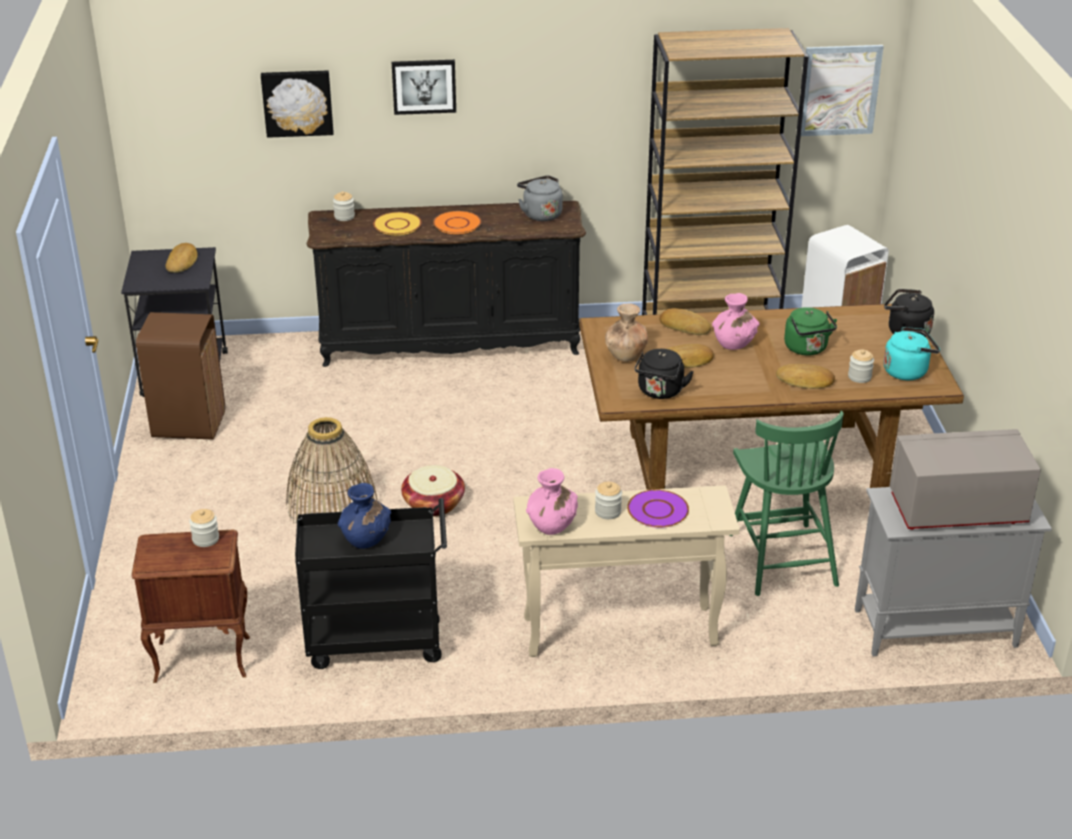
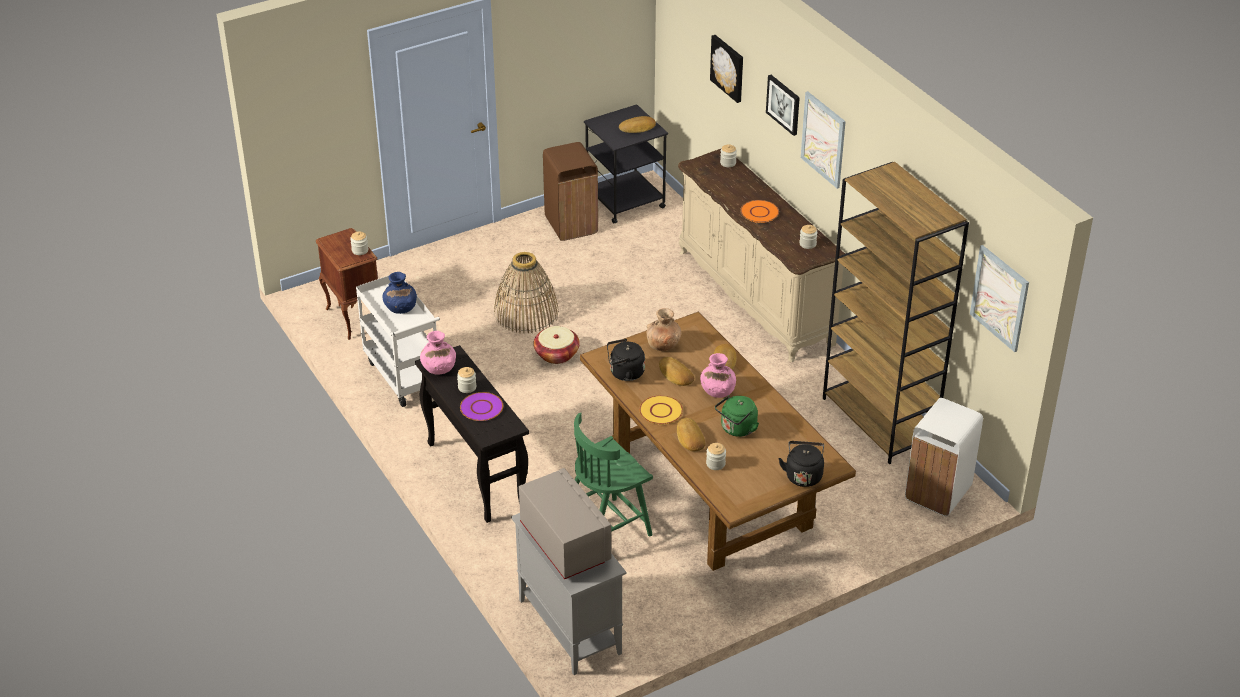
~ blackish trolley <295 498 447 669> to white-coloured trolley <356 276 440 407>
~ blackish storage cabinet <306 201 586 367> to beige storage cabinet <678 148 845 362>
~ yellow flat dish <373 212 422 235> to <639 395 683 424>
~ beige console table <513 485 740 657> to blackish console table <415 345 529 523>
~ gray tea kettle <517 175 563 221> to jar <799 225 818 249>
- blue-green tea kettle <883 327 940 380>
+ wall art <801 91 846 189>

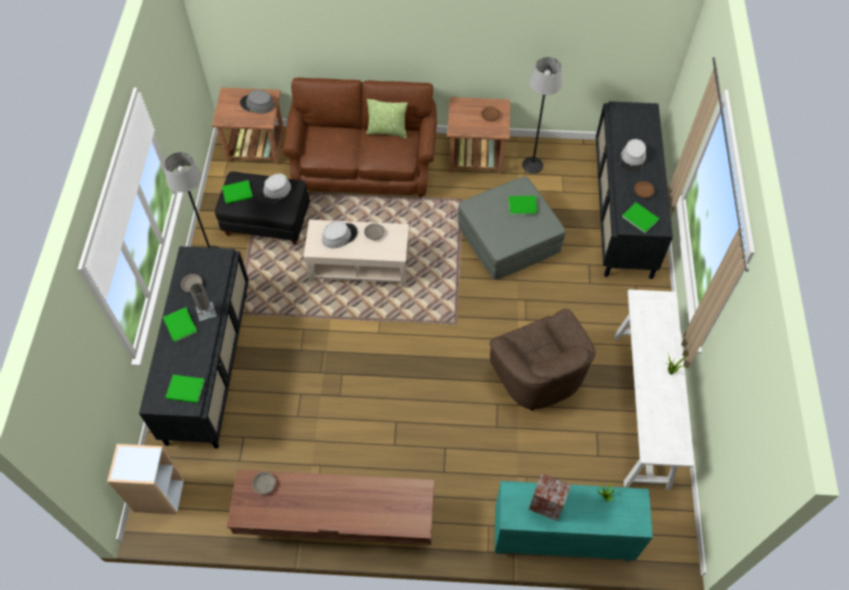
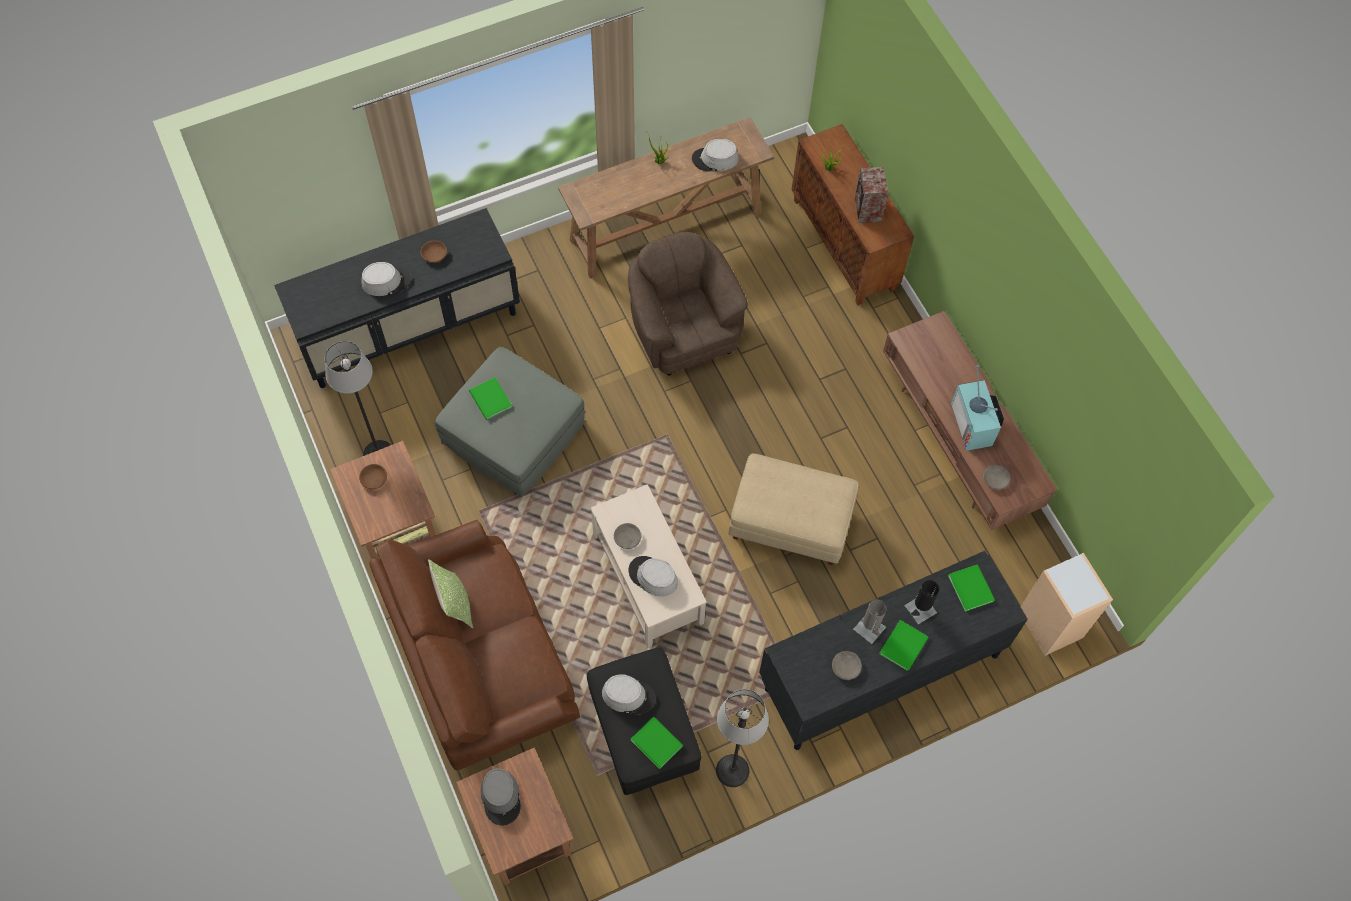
~ brown-coloured easy chair <490 309 595 410> = <628 232 748 376> 60 degrees counterclockwise
~ blue-green storage cabinet <495 481 653 561> to brown-coloured storage cabinet <792 124 914 305>
~ white-coloured console table <615 289 694 490> to brown-coloured console table <558 117 774 279>
- green-coloured volume <622 202 660 233>
+ gray hat <692 139 739 172>
+ beige pouffe <728 454 859 565>
+ blackish table lamp <905 580 939 624>
+ TV set <951 365 1004 451>

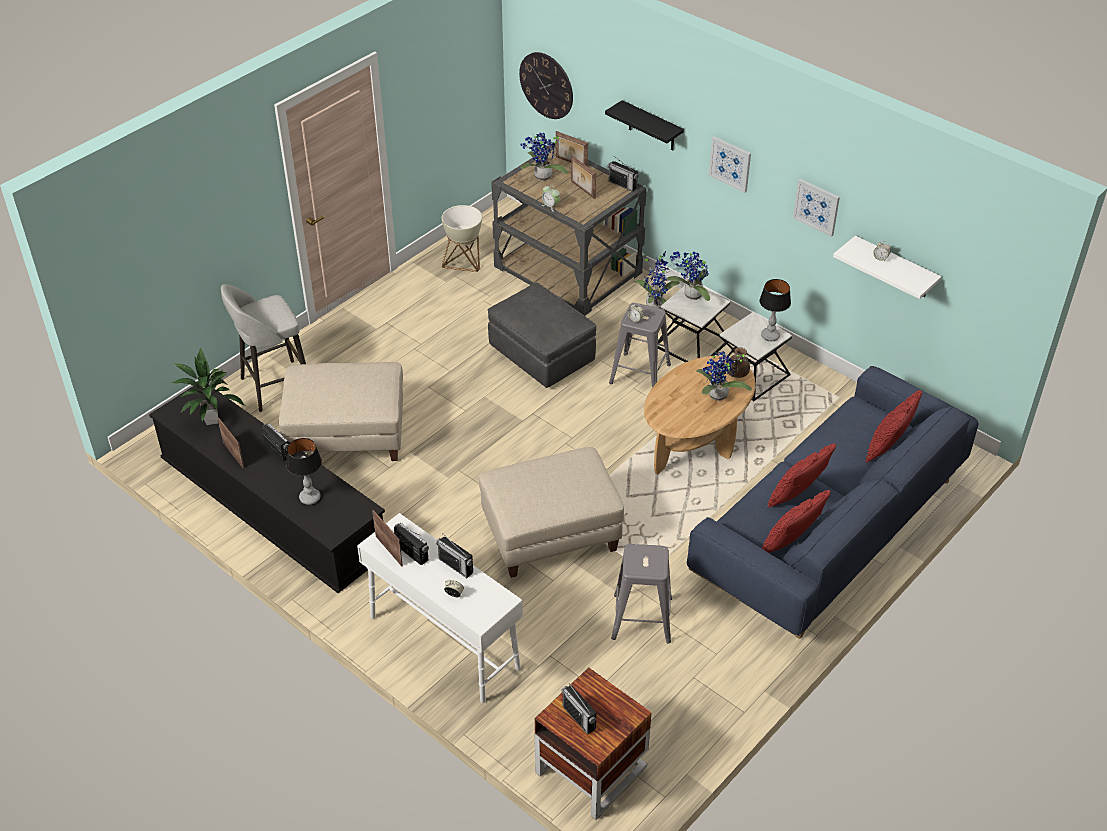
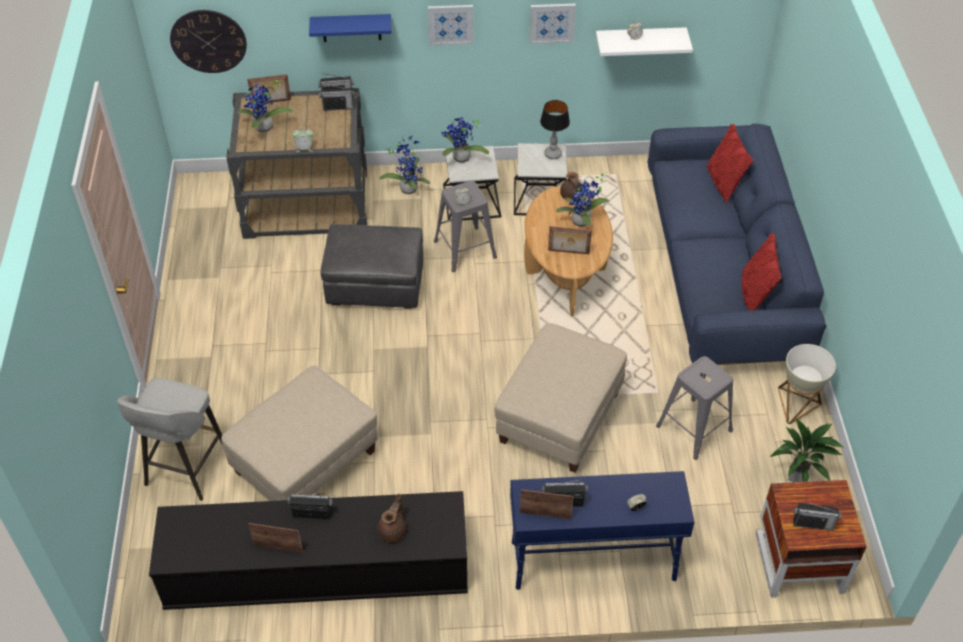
~ potted plant <172 347 245 425> to <770 418 844 482>
~ table lamp <286 438 322 505> to brown-coloured teapot <378 494 406 542>
~ white-coloured console table <357 513 523 703> to blue-coloured console table <510 471 694 590>
~ radio set <436 533 473 578> to <319 84 355 111>
~ flower pot <442 205 482 272> to <778 344 836 424>
~ standing frame <571 155 596 199> to <548 226 592 254>
~ blackish wall shelf <605 100 684 150> to blue-coloured wall shelf <309 14 392 42>
- red-coloured cushion <767 443 836 507>

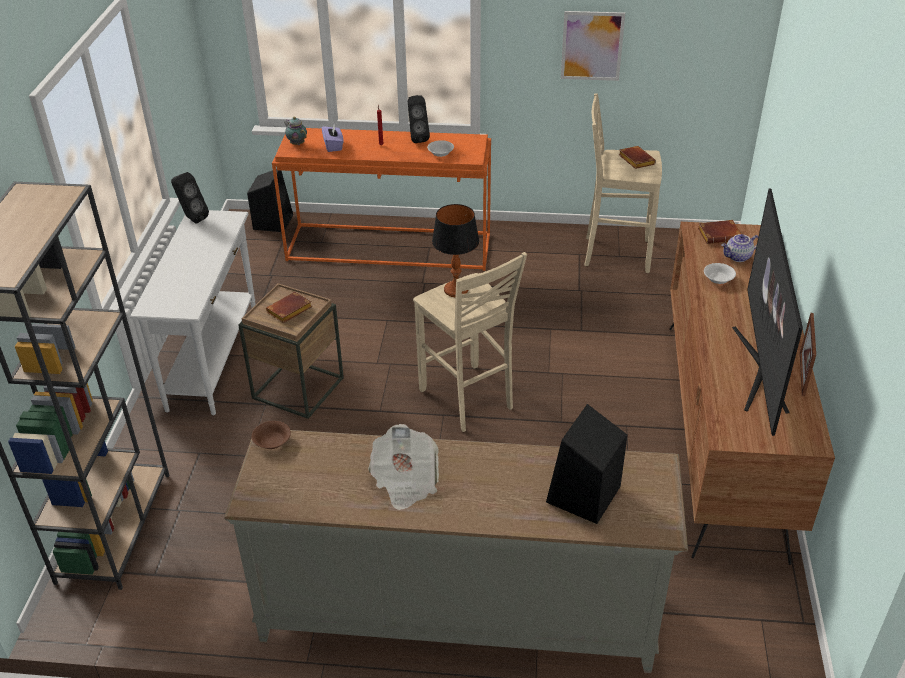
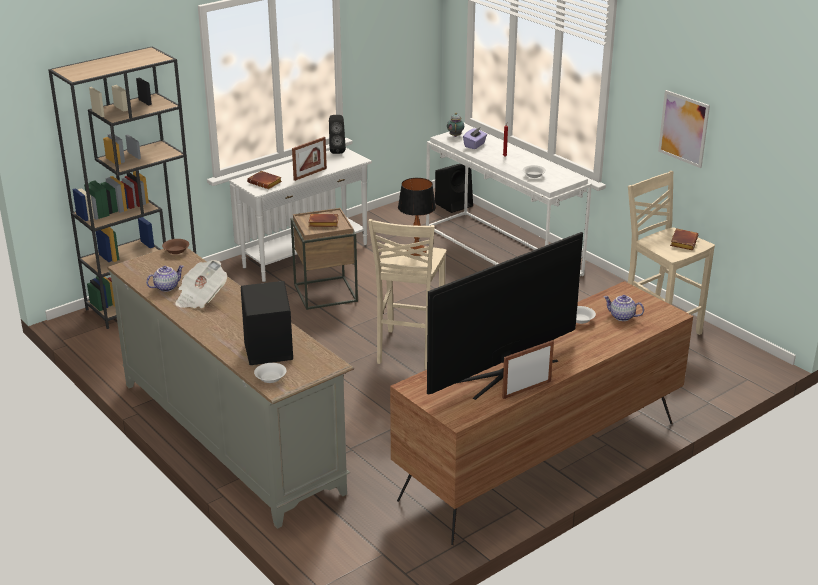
~ orange console table <272 128 491 271> to white-coloured console table <426 126 592 276>
- blackish loudspeaker <408 95 430 143>
~ brown-coloured volume <698 220 741 244> to <247 171 282 189>
+ teapot <146 265 184 292>
+ white-coloured bowl <254 363 287 383>
+ standing frame <292 137 327 181>

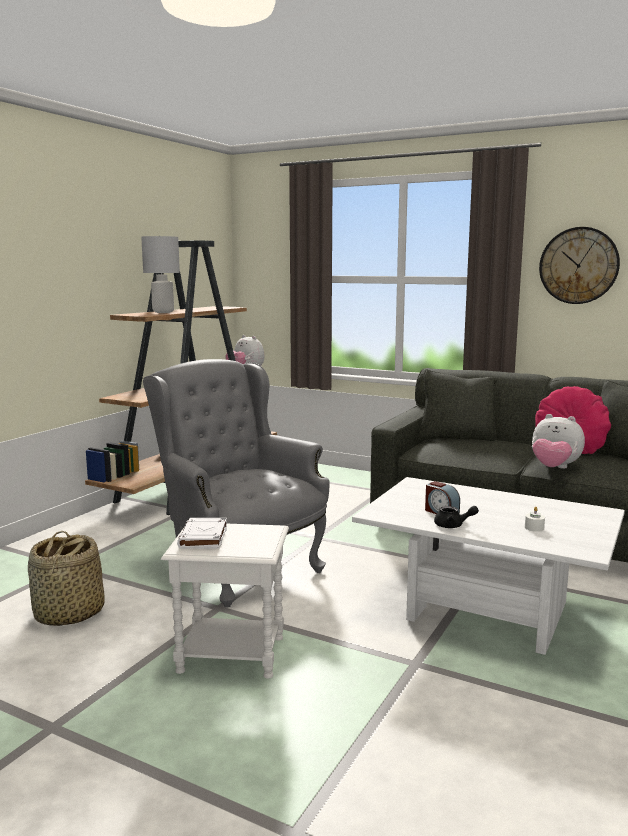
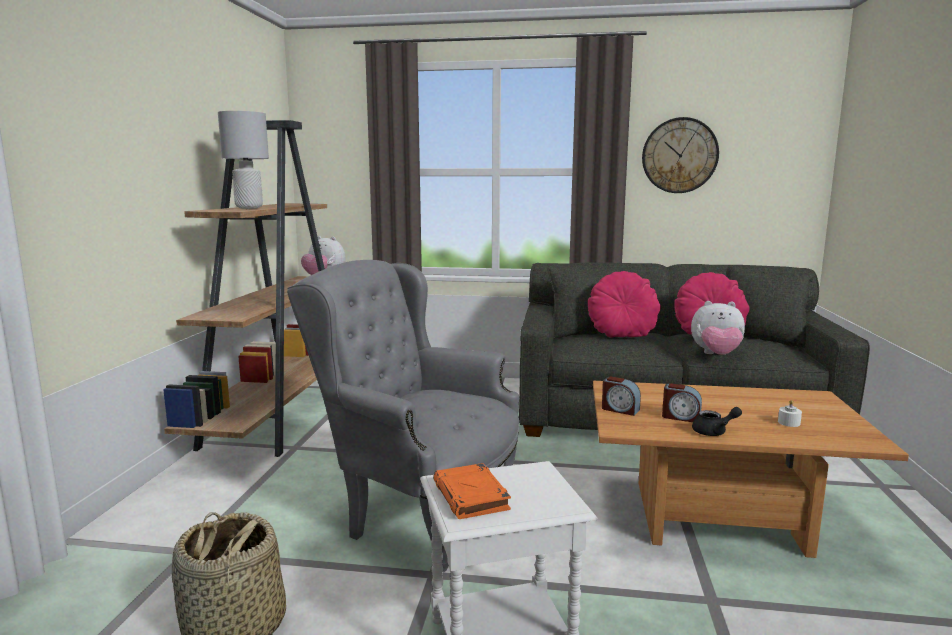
~ white-coloured volume <177 518 227 548> to orange volume <433 463 511 519>
~ white-coloured coffee table <352 477 625 655> to brown-coloured coffee table <593 381 909 558>
+ pink cushion <588 271 661 337>
+ bedside clock <602 376 641 416>

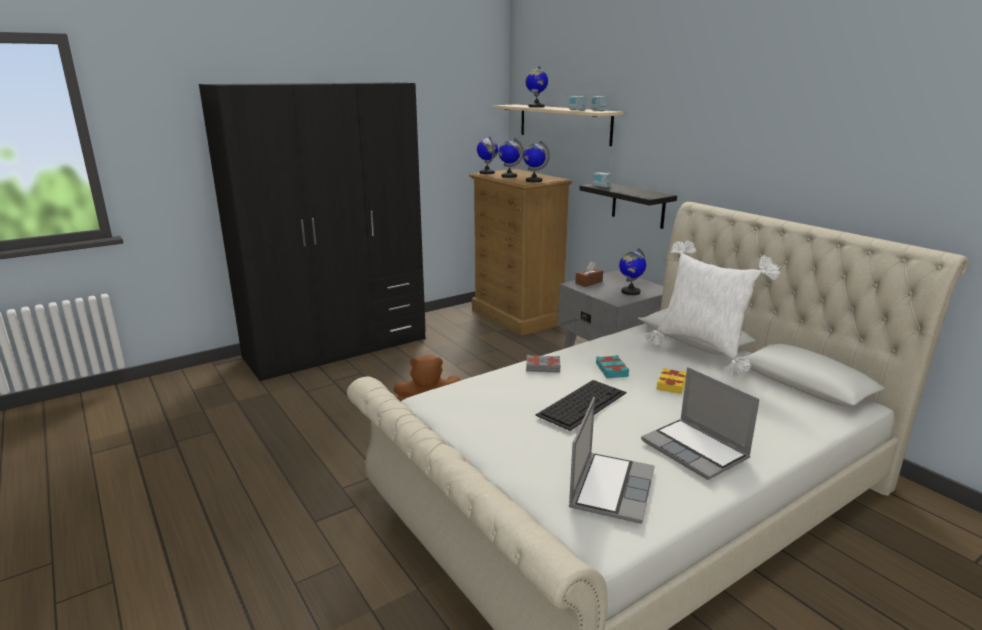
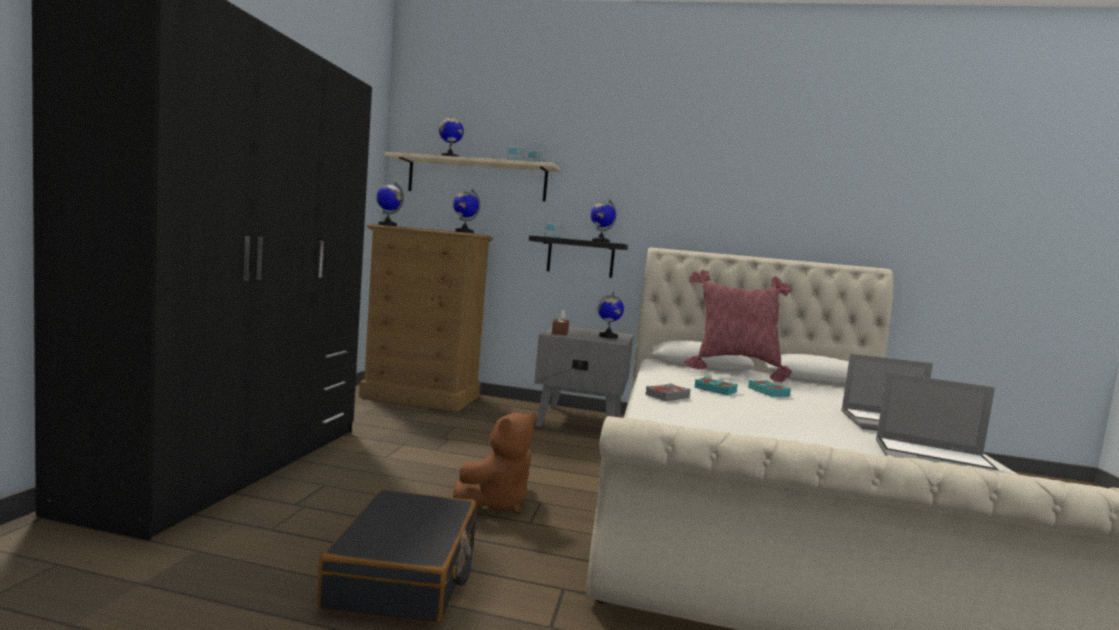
~ globe <498 138 524 178> to <591 199 616 243>
- keyboard <535 380 627 431>
~ portable computer <569 397 655 524> = <876 372 1001 472> 135 degrees clockwise
~ white-coloured cushion <644 240 780 377> to red-coloured cushion <684 270 792 382>
~ yellow volume <657 368 687 394> to blue-green volume <748 380 791 397>
+ blackish piece of luggage <318 490 477 624>

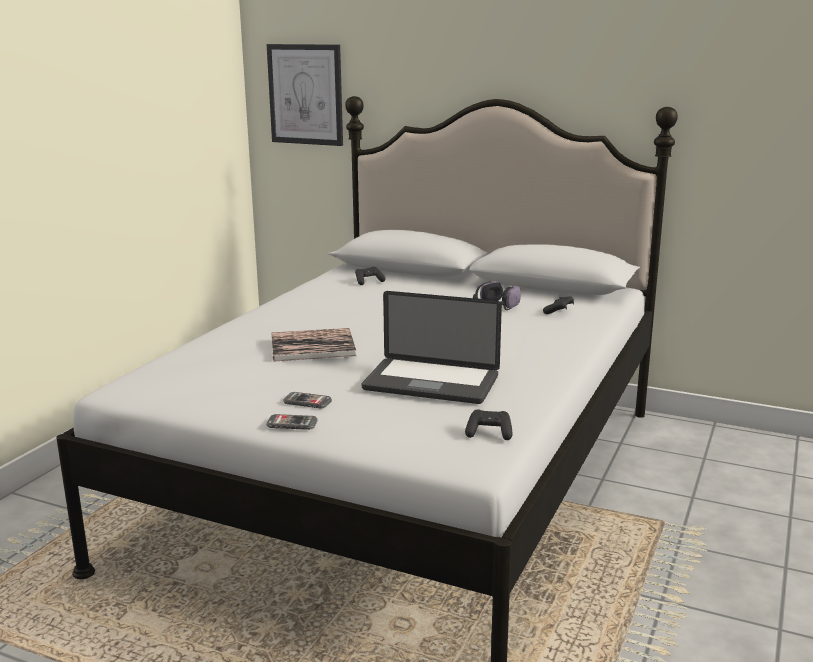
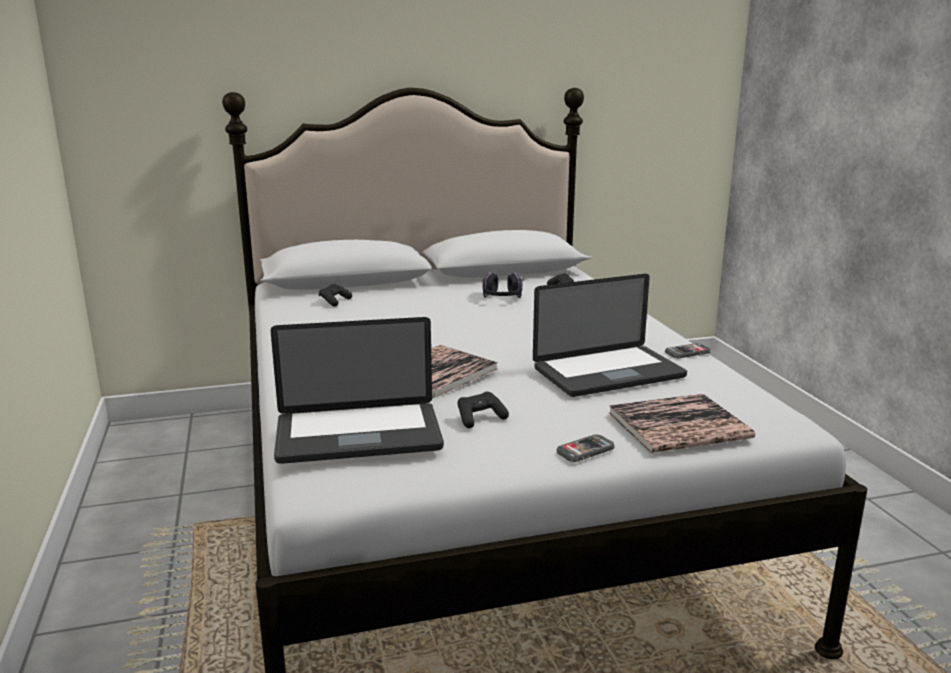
- wall art <267 44 343 146>
~ telephone <283 392 332 408> to <665 343 711 358>
~ blackish joypad <465 409 513 440> to <458 392 509 428>
+ portable computer <271 317 444 464>
+ volume <608 394 755 453>

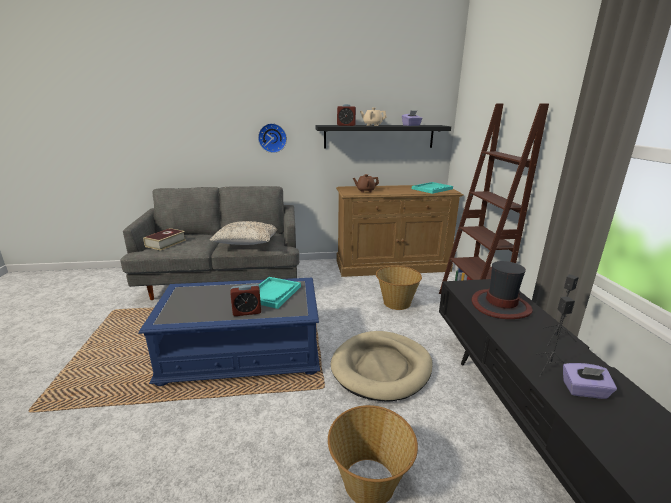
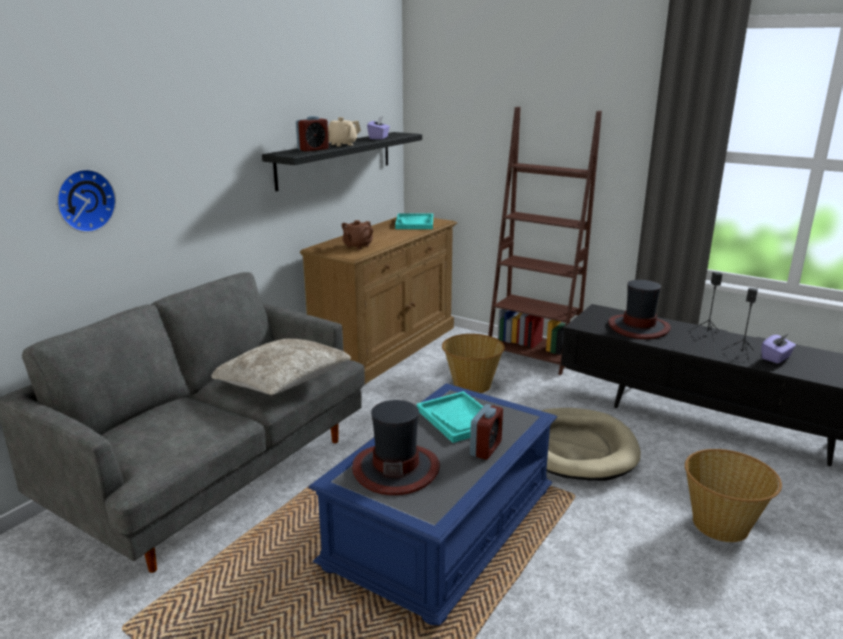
- volume <143 228 186 251>
~ wall clock <258 123 287 153> to <57 169 116 233>
+ hat <352 400 440 495>

